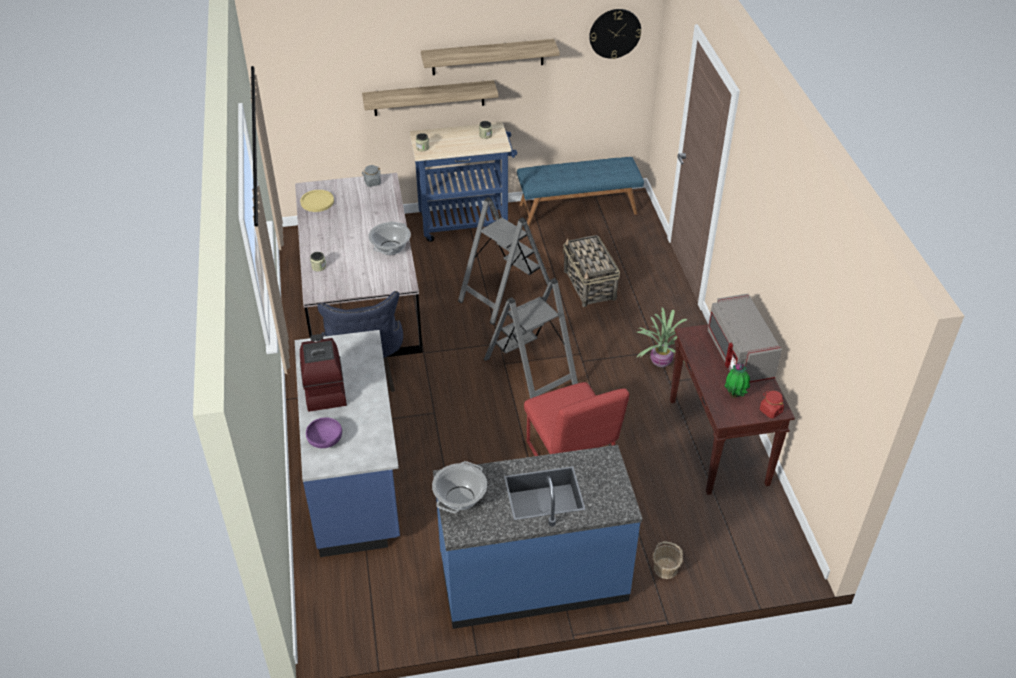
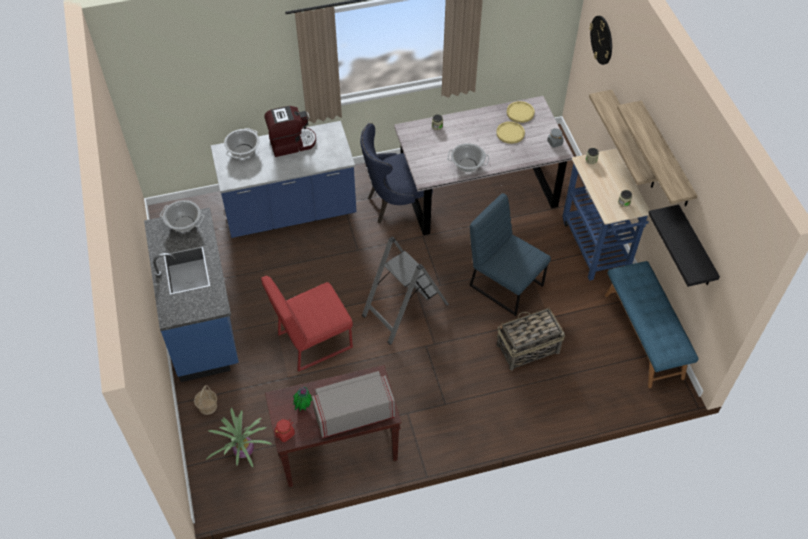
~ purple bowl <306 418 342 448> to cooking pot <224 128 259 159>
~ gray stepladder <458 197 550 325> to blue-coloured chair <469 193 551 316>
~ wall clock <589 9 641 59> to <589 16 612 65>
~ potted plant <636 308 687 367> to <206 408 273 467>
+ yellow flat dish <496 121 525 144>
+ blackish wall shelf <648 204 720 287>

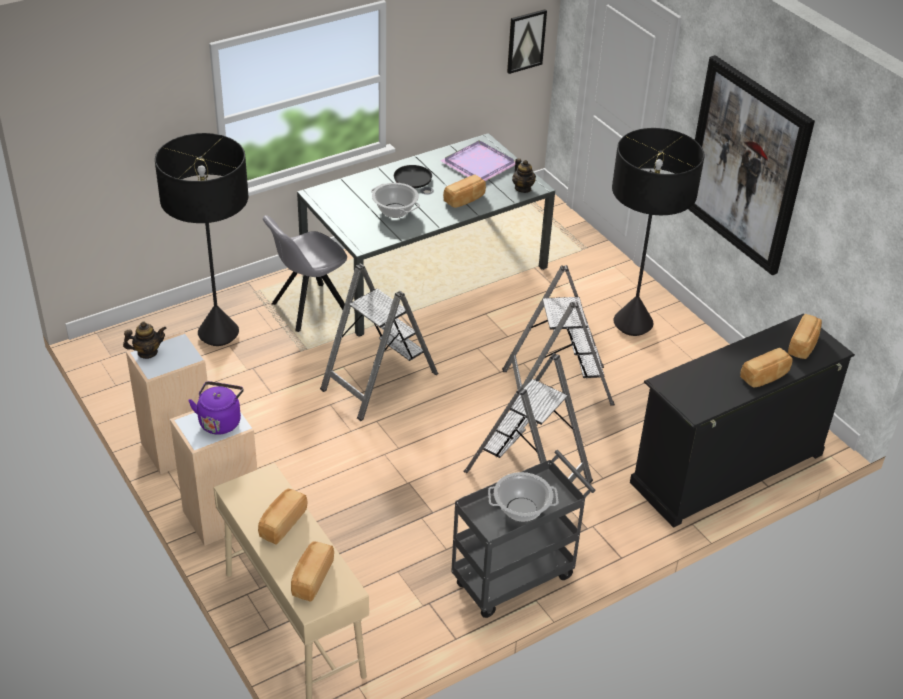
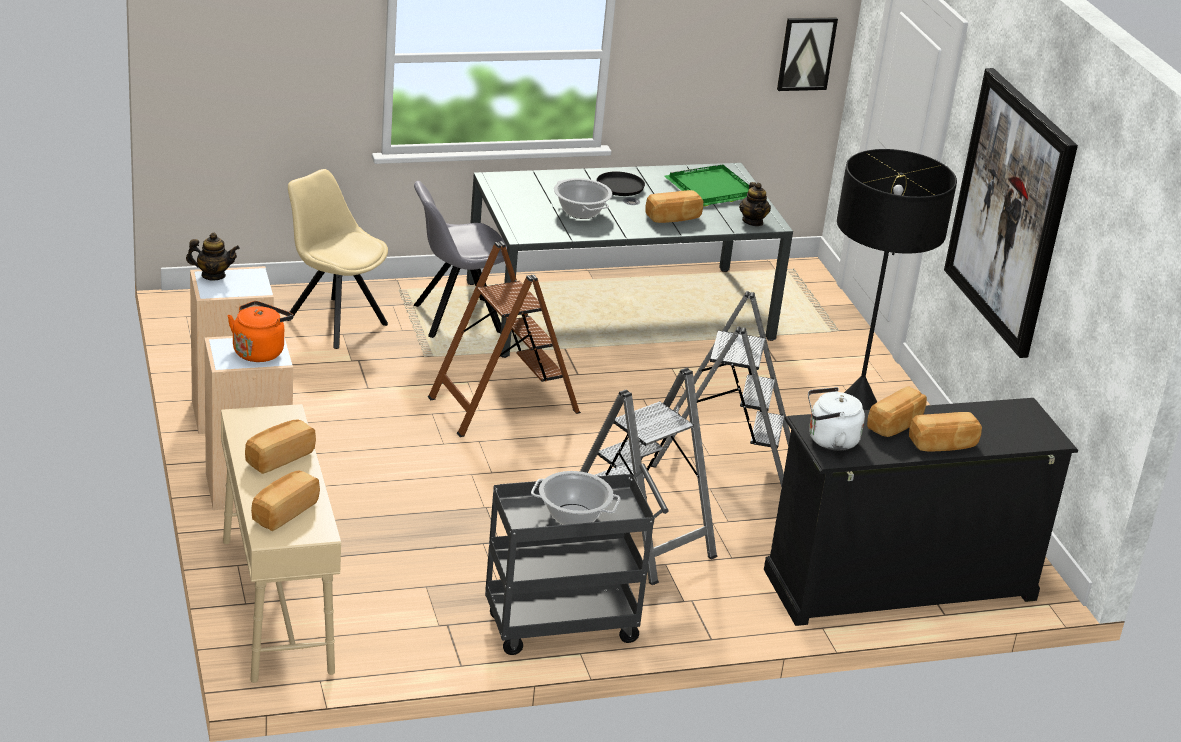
~ blackish floor lamp <155 133 248 346> to beige chair <288 169 388 349>
~ purple tea kettle <188 381 244 435> to orange tea kettle <228 301 294 362>
~ gray stepladder <320 263 439 421> to brown-coloured stepladder <428 241 581 437>
~ purple serving tray <441 140 515 181> to green-coloured serving tray <664 164 749 206>
~ baked bread <788 314 822 359> to <867 386 927 437>
+ white-coloured tea kettle <808 387 865 451>

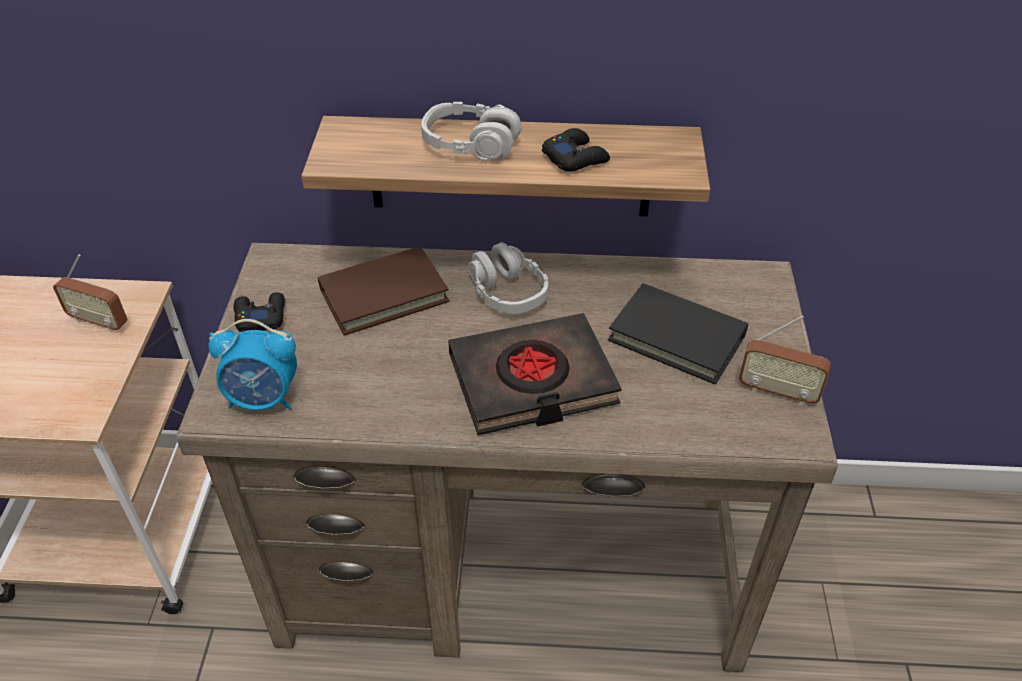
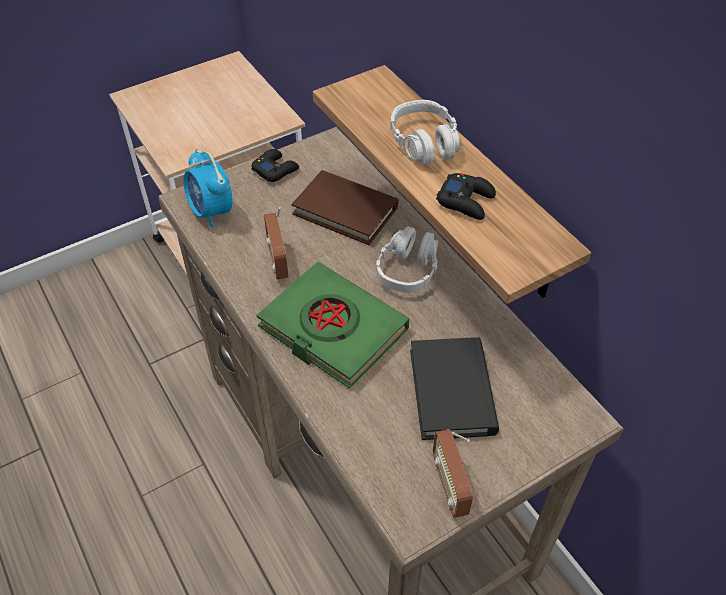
~ radio set <53 254 127 332> to <264 207 289 279>
~ blackish volume <448 313 622 435> to green-coloured volume <256 262 410 389>

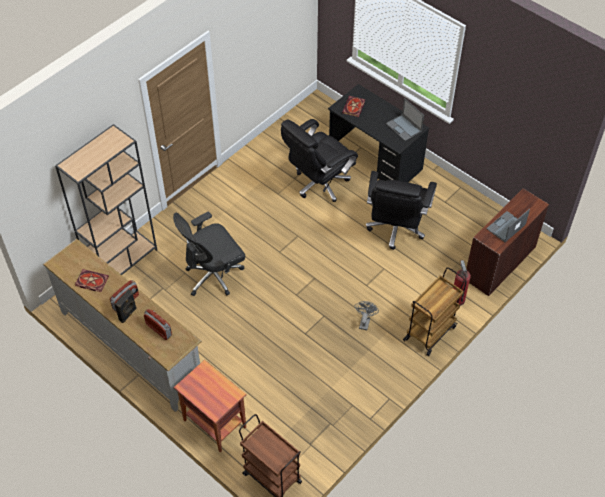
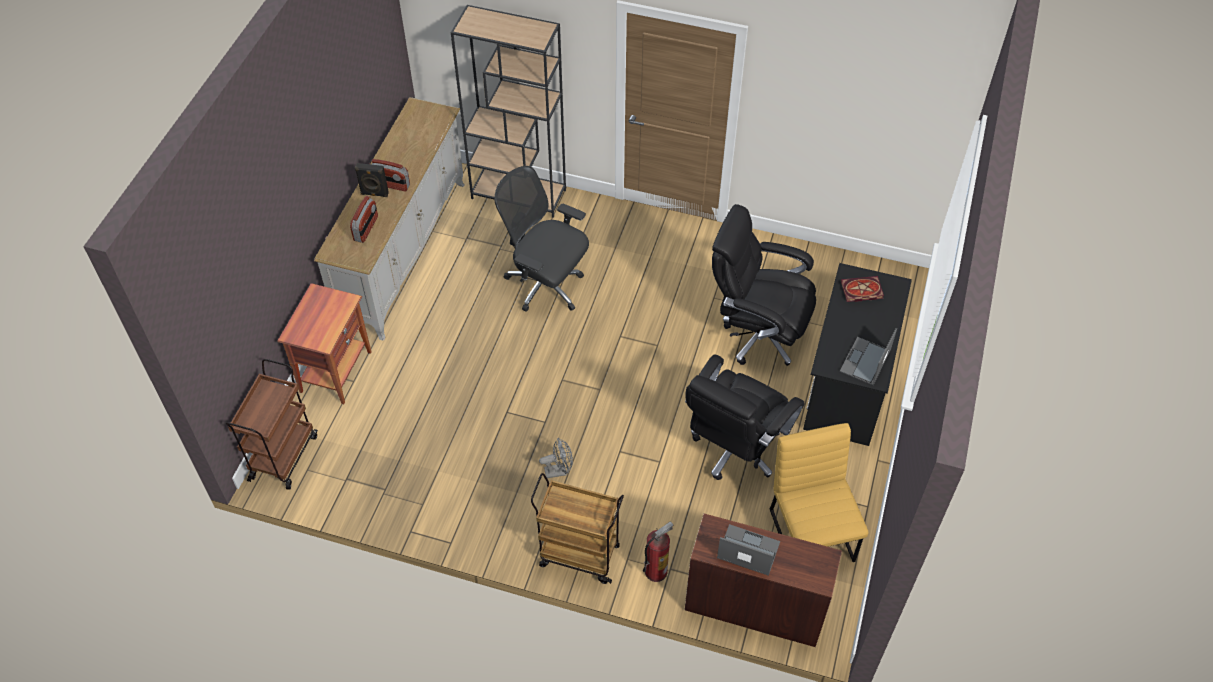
- volume <75 269 109 292>
~ blackish computer chair <366 171 437 250> = <685 355 805 480> 45 degrees counterclockwise
+ yellow chair <770 423 868 562>

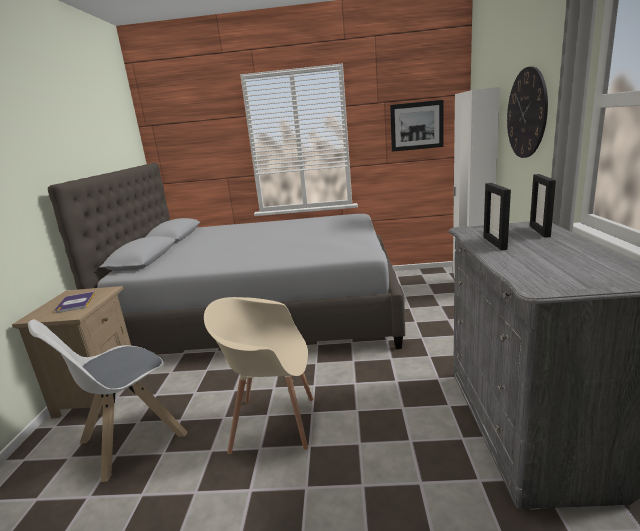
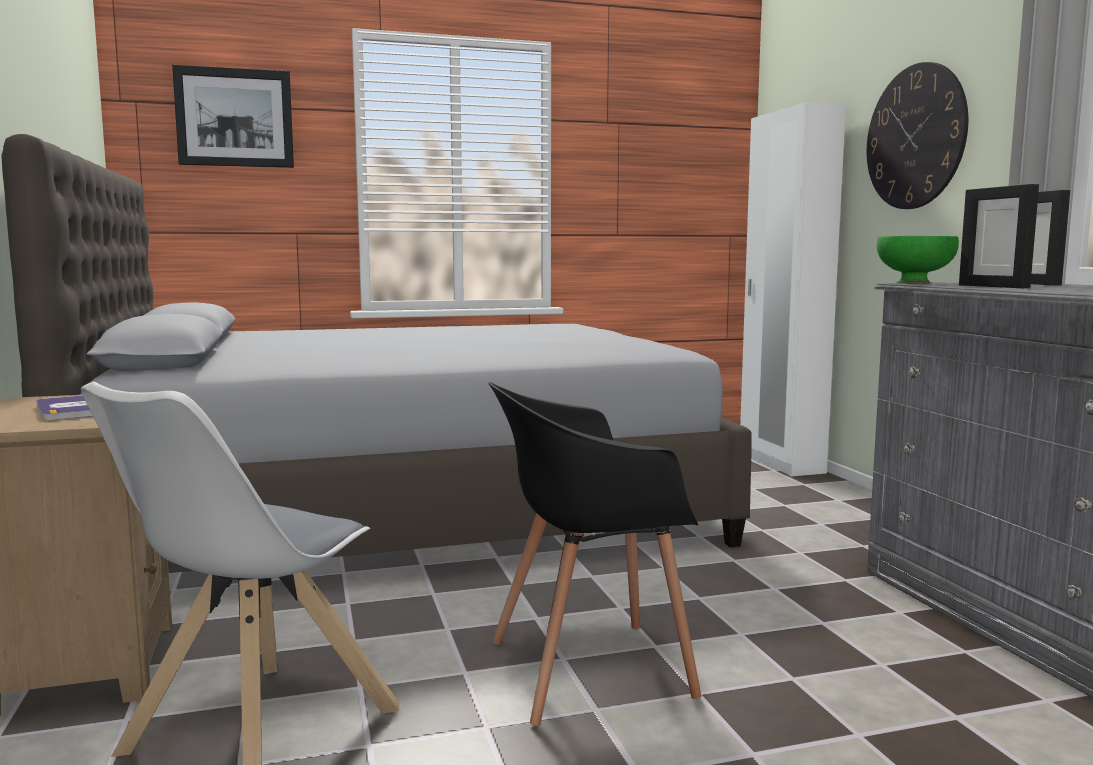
~ beige chair <204 297 313 454> to blackish chair <488 382 702 726>
~ wall art <390 100 444 152> to <172 65 294 168>
+ green-coloured bowl <877 236 959 284>

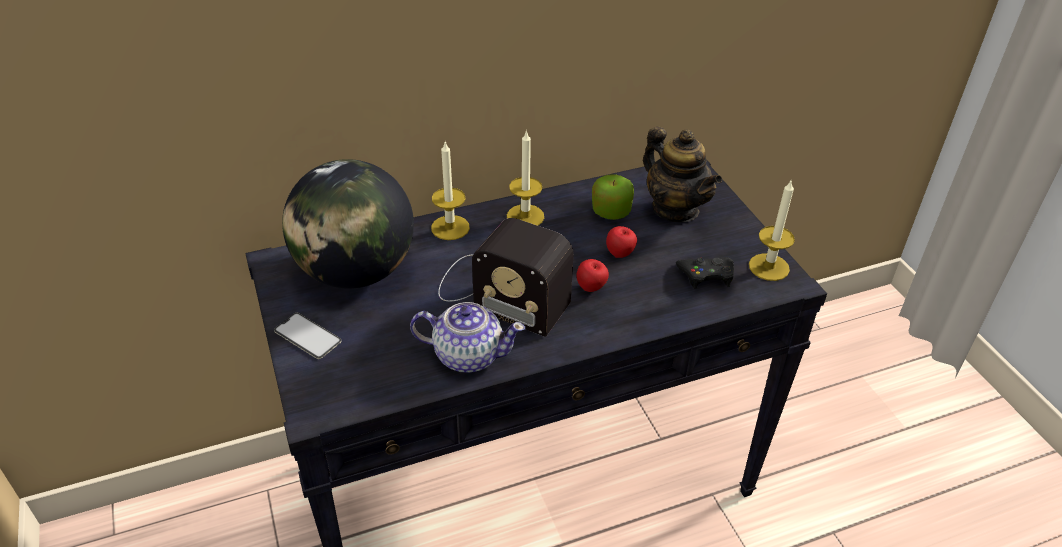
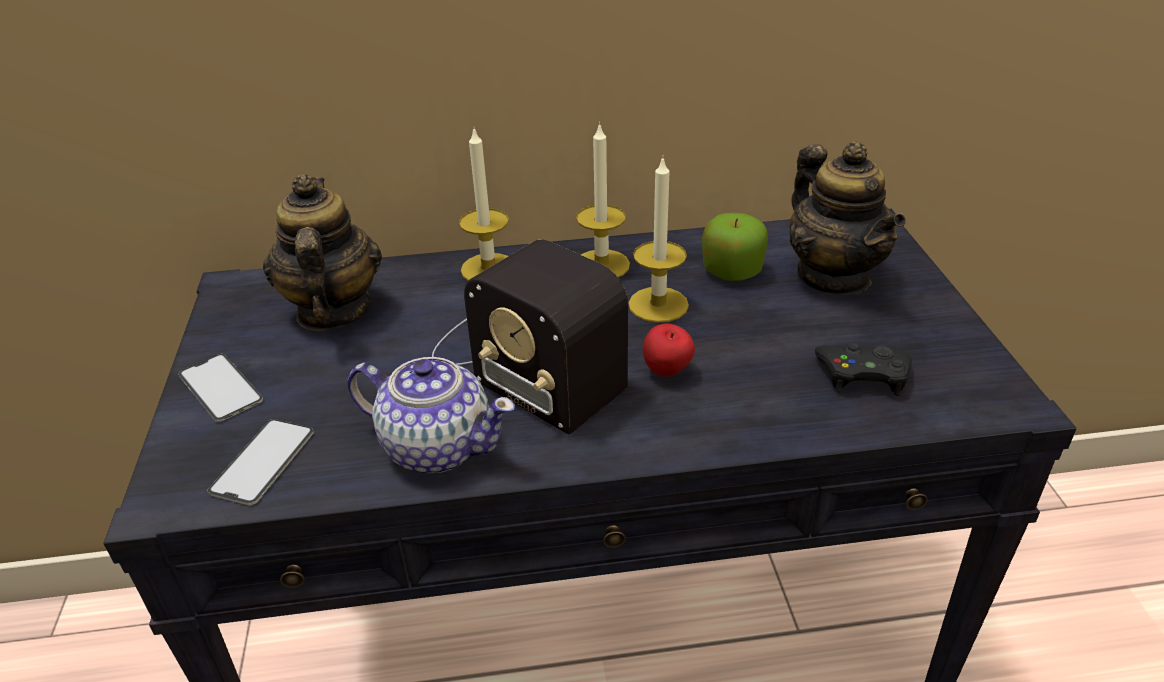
~ globe <282 159 414 289> to teapot <263 174 382 331>
- whole apple <606 226 637 258>
~ wax candle <749 179 795 281> to <628 155 689 323>
+ telephone <207 419 314 505>

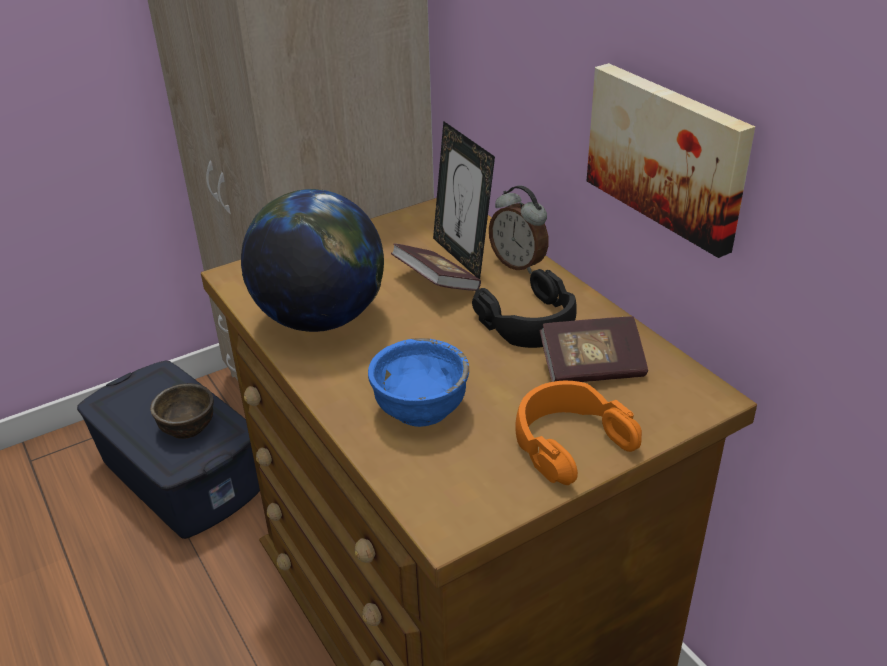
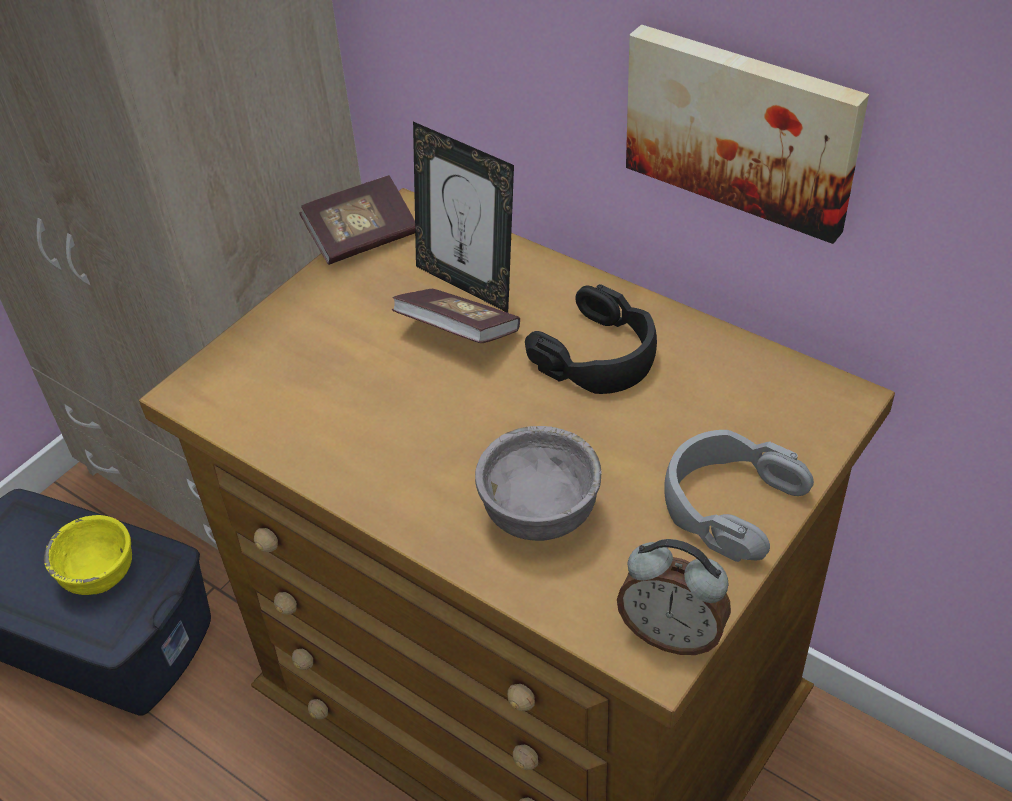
~ brown-coloured bowl <150 383 214 439> to yellow bowl <44 515 132 595>
- globe <241 189 384 332>
~ blue-coloured bowl <368 338 469 427> to gray bowl <475 426 602 541>
~ bedside clock <489 185 549 274> to <617 539 731 655>
~ orange headphones <515 381 642 485> to gray headphones <664 430 814 562>
~ volume <539 316 648 382> to <299 175 415 265>

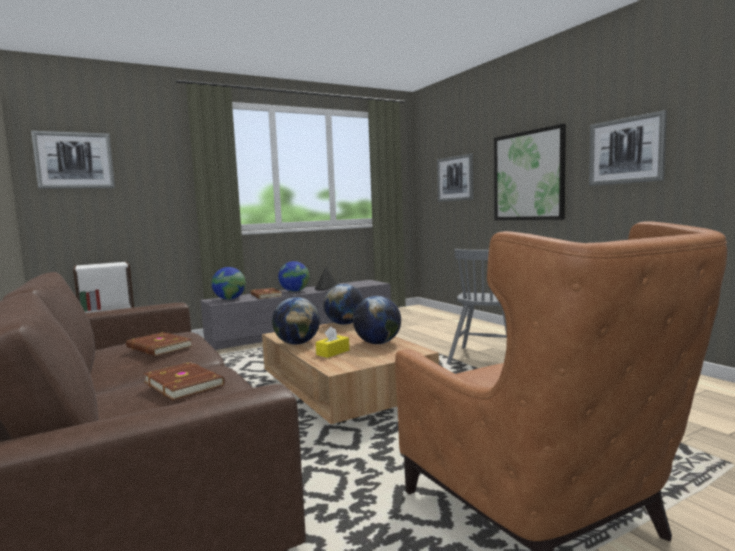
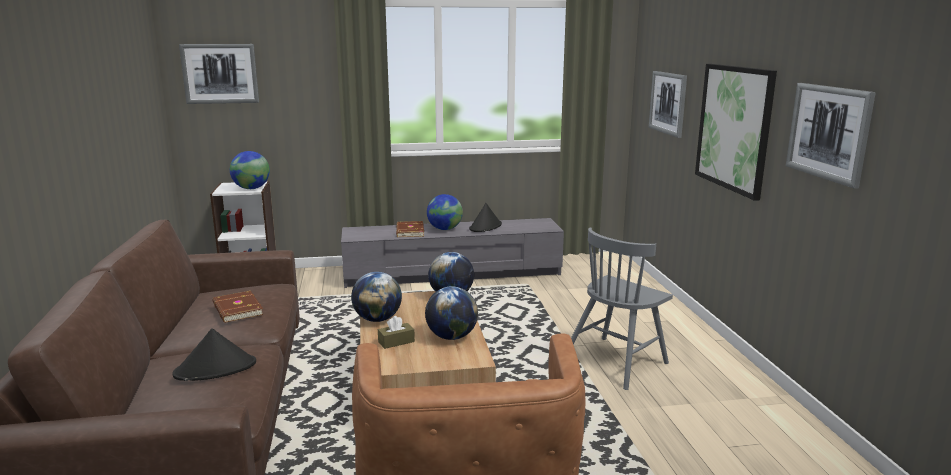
~ brown-coloured volume <144 362 225 400> to blackish hat <172 329 256 381>
~ globe <212 267 246 300> to <230 151 270 189>
~ yellow tissue holder <316 326 349 358> to brown-coloured tissue holder <378 316 415 349>

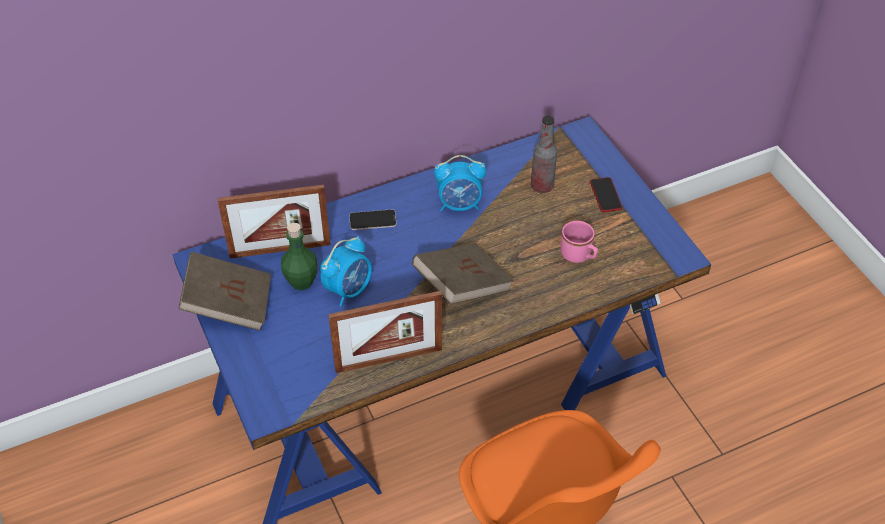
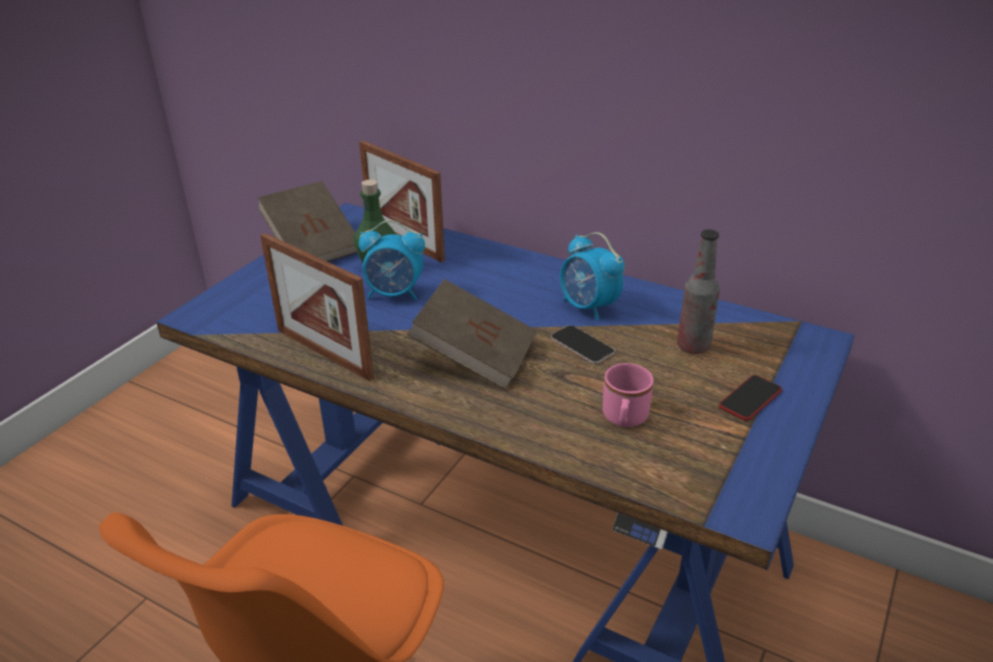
~ telephone <349 209 396 230> to <551 325 615 364>

